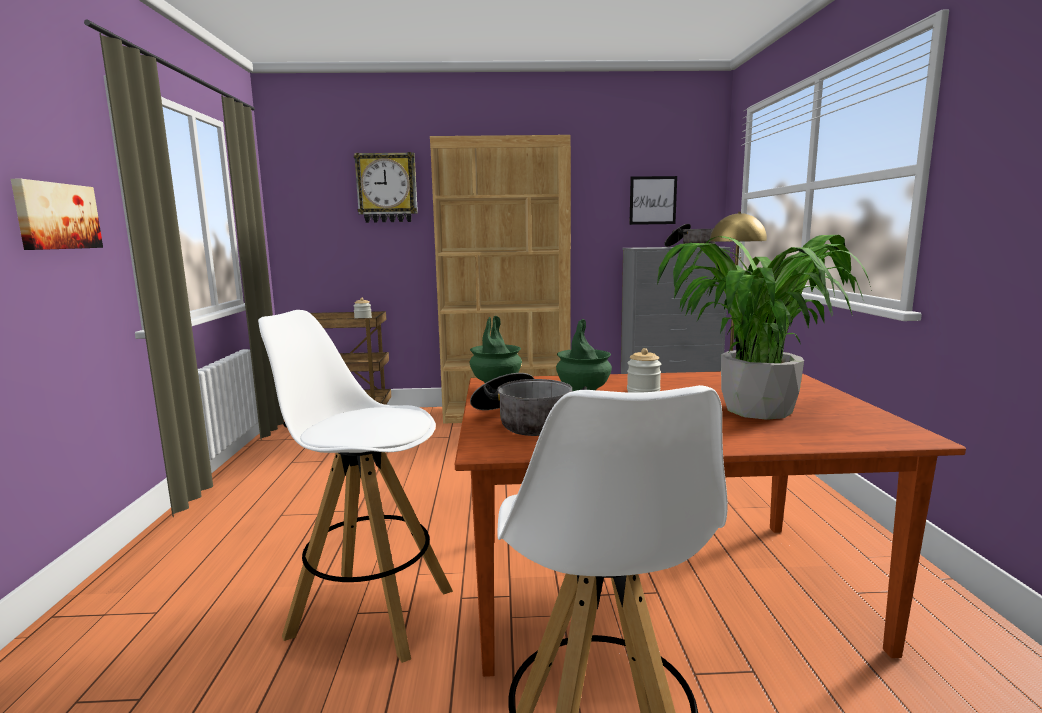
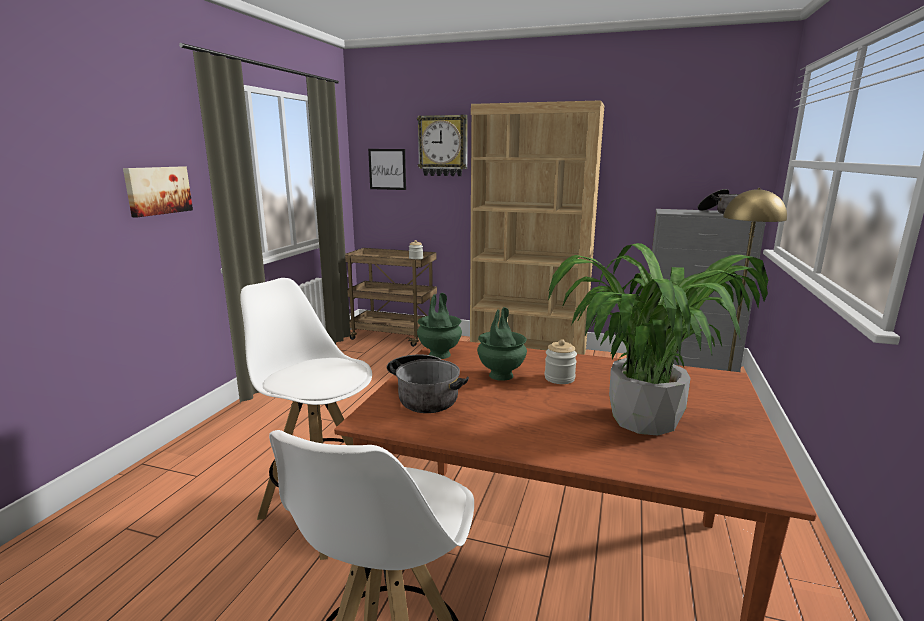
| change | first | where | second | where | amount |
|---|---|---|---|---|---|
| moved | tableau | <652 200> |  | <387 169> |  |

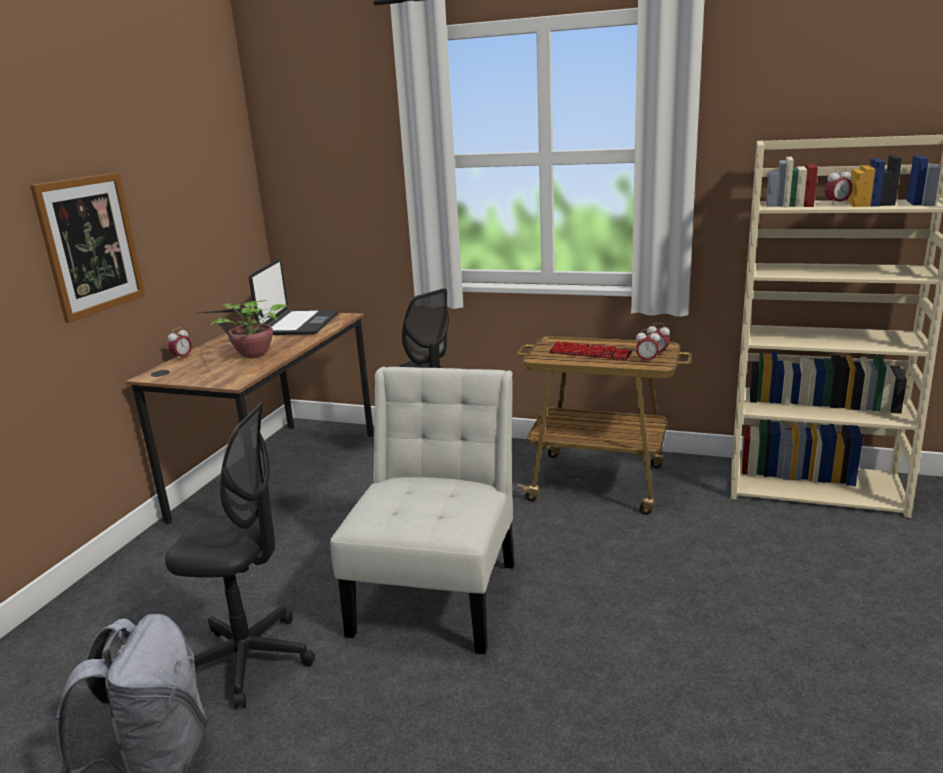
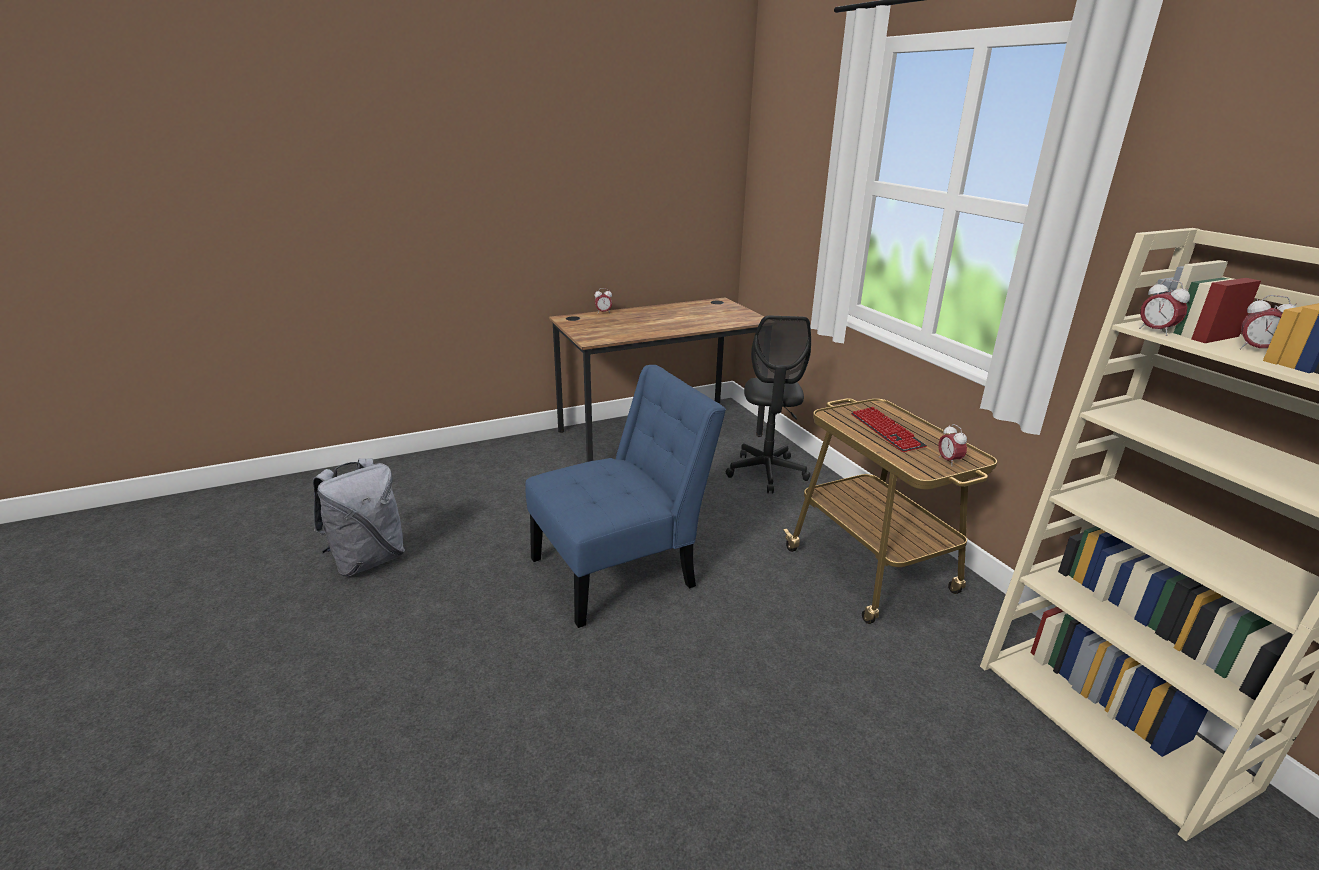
| change | first | where | second | where | amount |
|---|---|---|---|---|---|
| removed | tableau | <91 245> |  |  |  |
| removed | ordinateur portable | <298 324> |  |  |  |
| removed | plante en pot | <254 355> |  |  |  |
| moved | réveil | <647 361> |  | <1155 331> |  |
| recoloured | chaise/blanc | <439 592> | chaise/bleu | <621 570> |  |
| removed | chaise de bureau/noir | <249 660> |  |  |  |

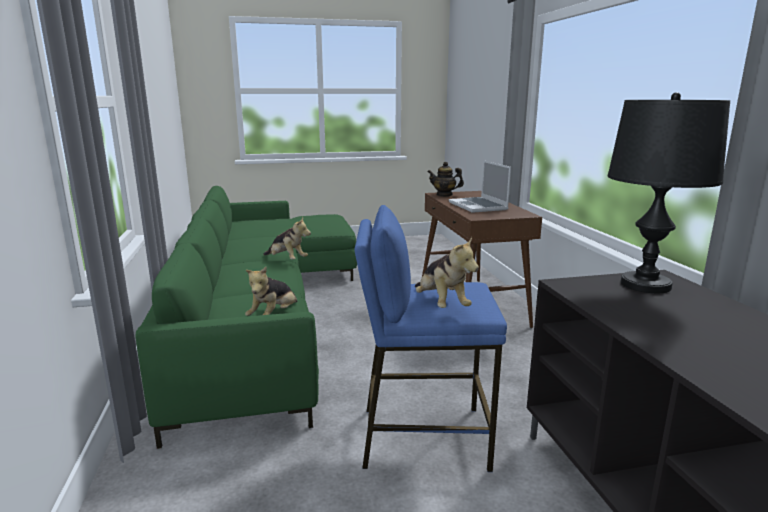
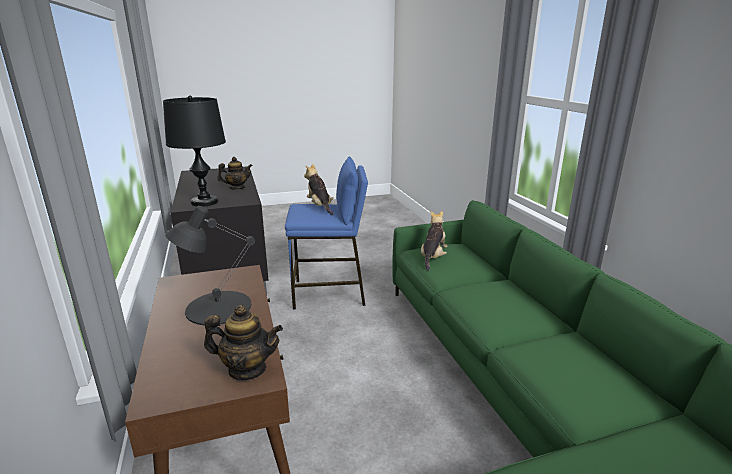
| change | first | where | second | where | amount |
|---|---|---|---|---|---|
| replaced | ordinateur portable | <479 206> | lampe de table/noir | <217 307> |  |
| removed | peluche | <287 260> |  |  |  |
| added |  |  | théière | <237 188> |  |

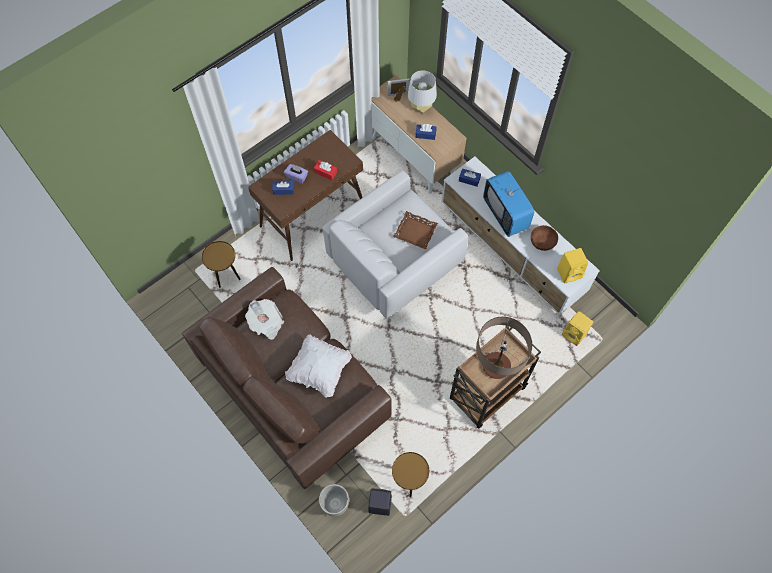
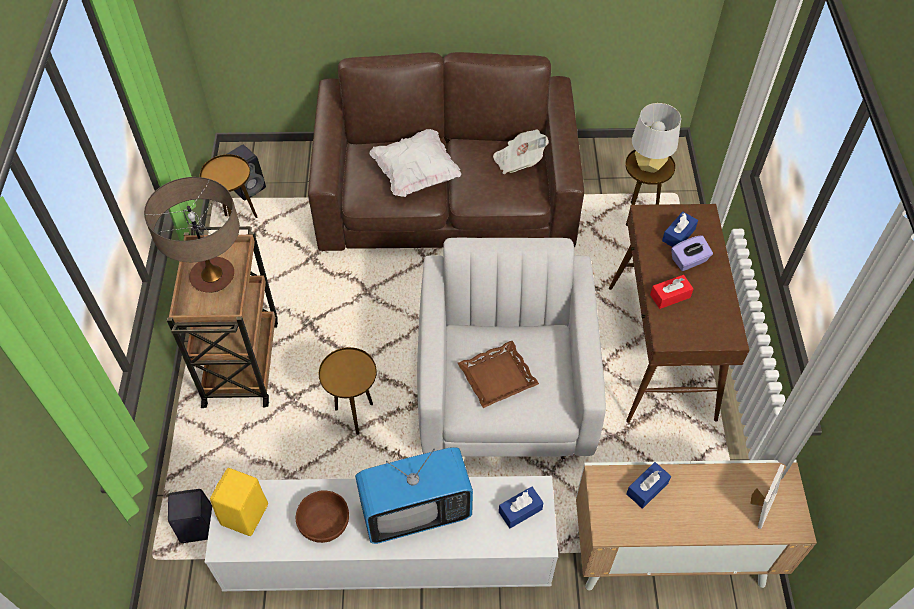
| change | first | where | second | where | amount |
|---|---|---|---|---|---|
| moved | lampe de table/gris | <421 107> |  | <649 165> |  |
| turned | téléviseur | <505 214> |  | <416 511> | 150 degrees clockwise |
| recoloured | enceinte/jaune | <574 334> | enceinte/noir | <196 527> |  |
| removed | cache-pot/gris | <335 504> |  |  |  |
| added |  |  | table d'appoint/marron | <355 416> |  |

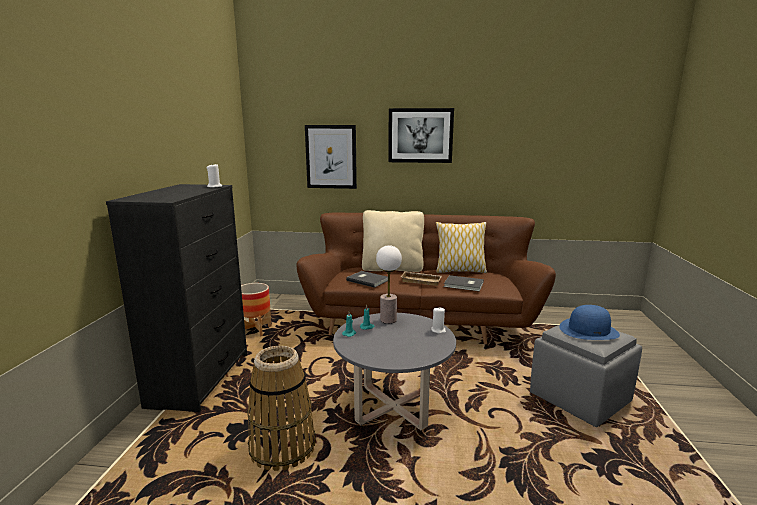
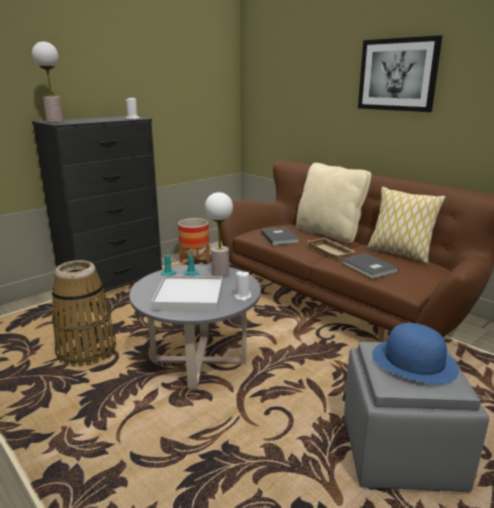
| change | first | where | second | where | amount |
|---|---|---|---|---|---|
| removed | tableau | <331 157> |  |  |  |
| added |  |  | lampe de table | <55 122> |  |
| added |  |  | plateau/blanc | <189 296> |  |

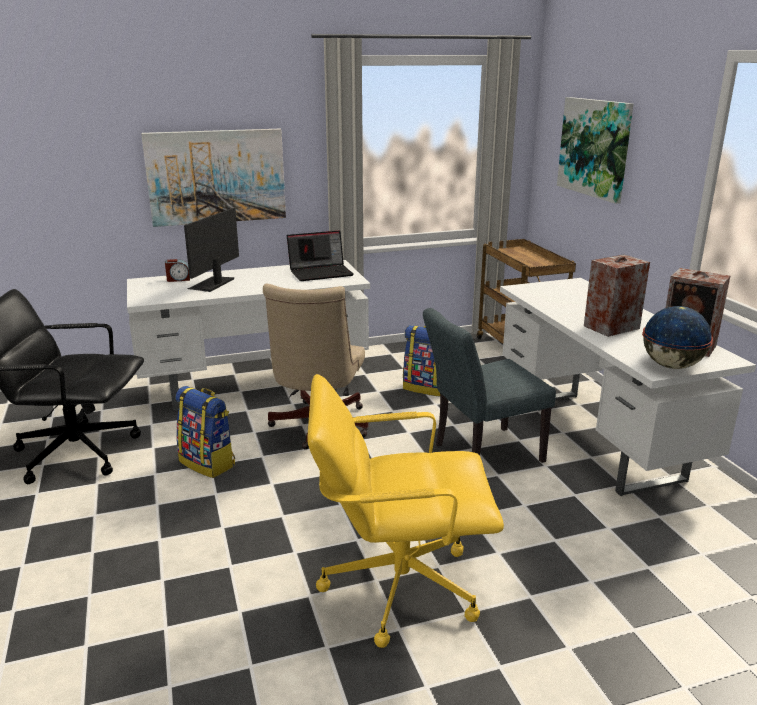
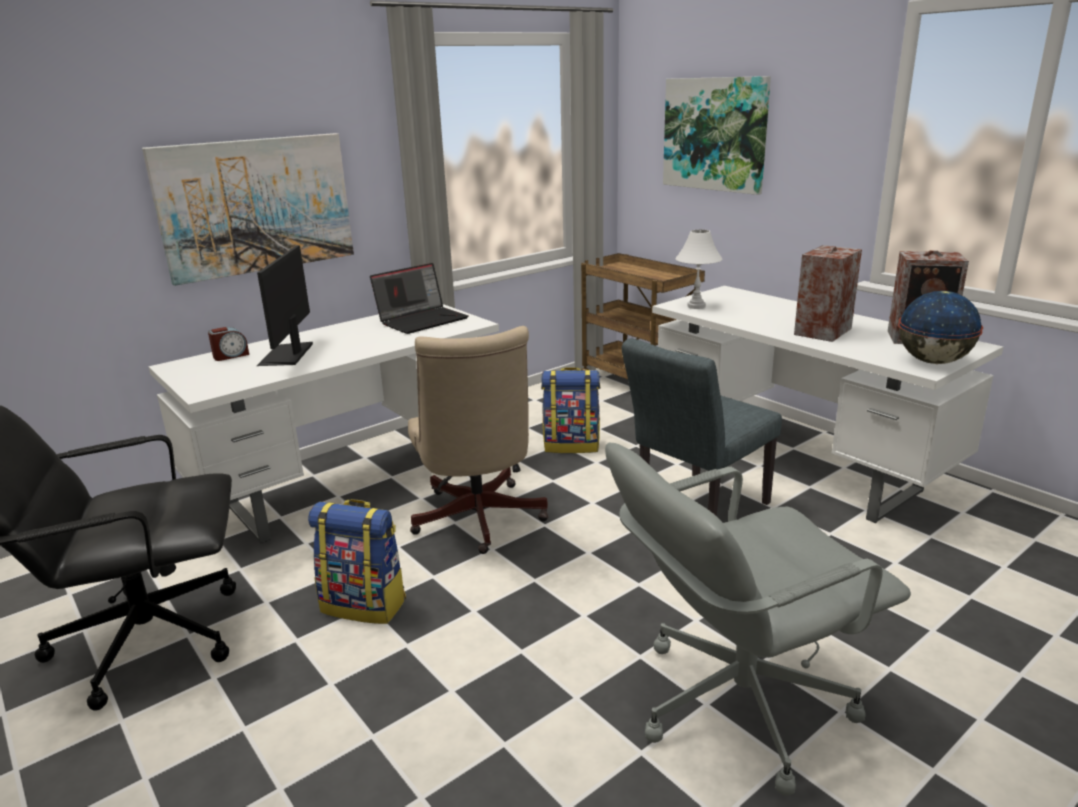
| change | first | where | second | where | amount |
|---|---|---|---|---|---|
| recoloured | chaise de bureau/jaune | <398 585> | chaise de bureau/gris | <738 702> |  |
| added |  |  | lampe de table/blanc | <696 306> |  |

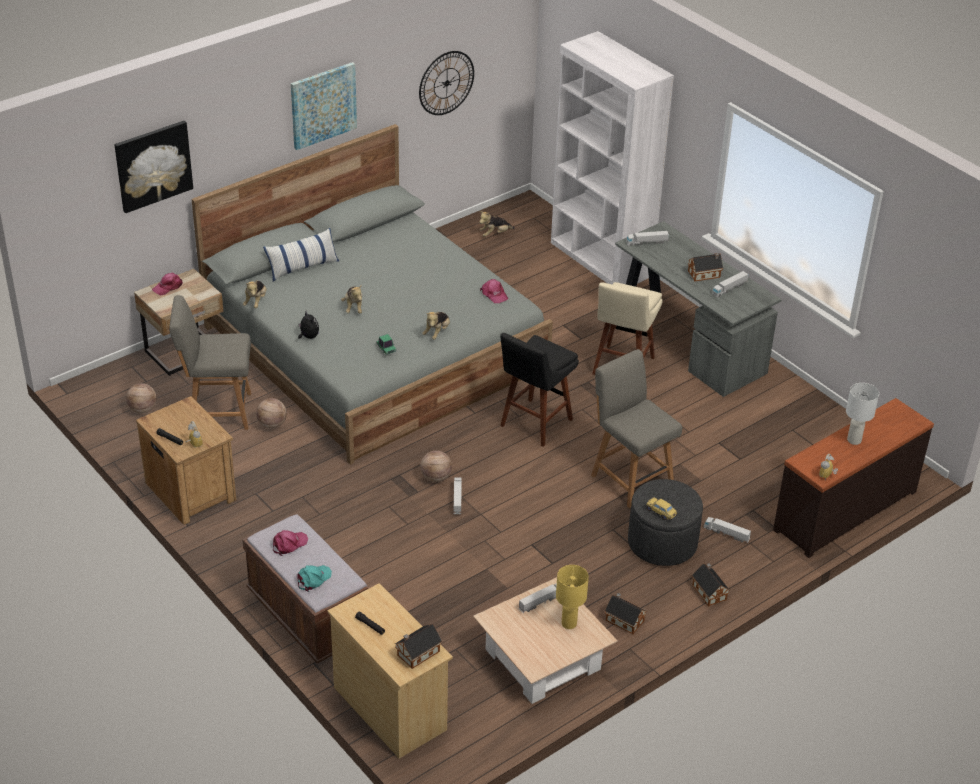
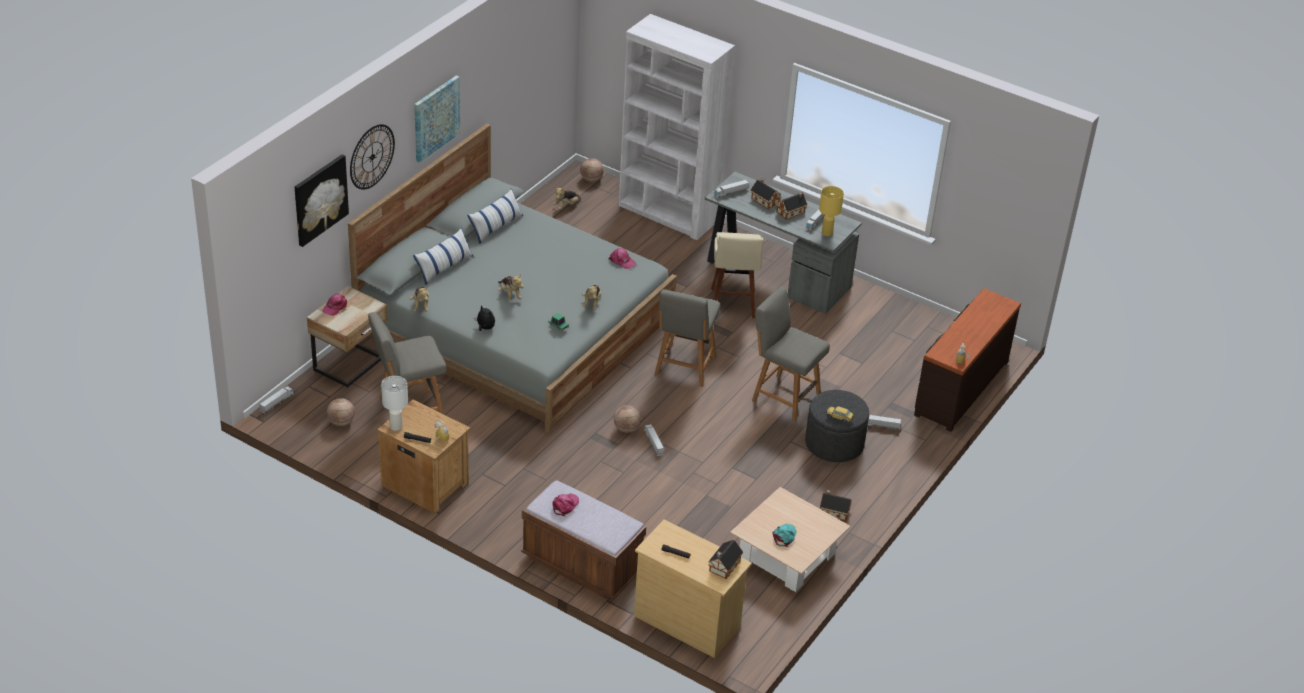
| change | first | where | second | where | amount |
|---|---|---|---|---|---|
| moved | horloge murale | <446 83> |  | <372 156> |  |
| replaced | tabouret/noir | <534 424> | chaise/gris | <684 368> |  |
| moved | lampe de table/blanc | <853 440> |  | <395 426> |  |
| moved | ballon de basket | <272 424> |  | <591 179> |  |
| moved | maison miniature | <709 591> |  | <764 200> |  |
| moved | casquette/turquoise | <313 579> |  | <784 536> |  |
| moved | lampe de table/jaune | <569 623> |  | <827 232> |  |
| moved | camion jouet | <541 601> |  | <276 403> |  |
| added |  |  | coussin | <496 227> |  |

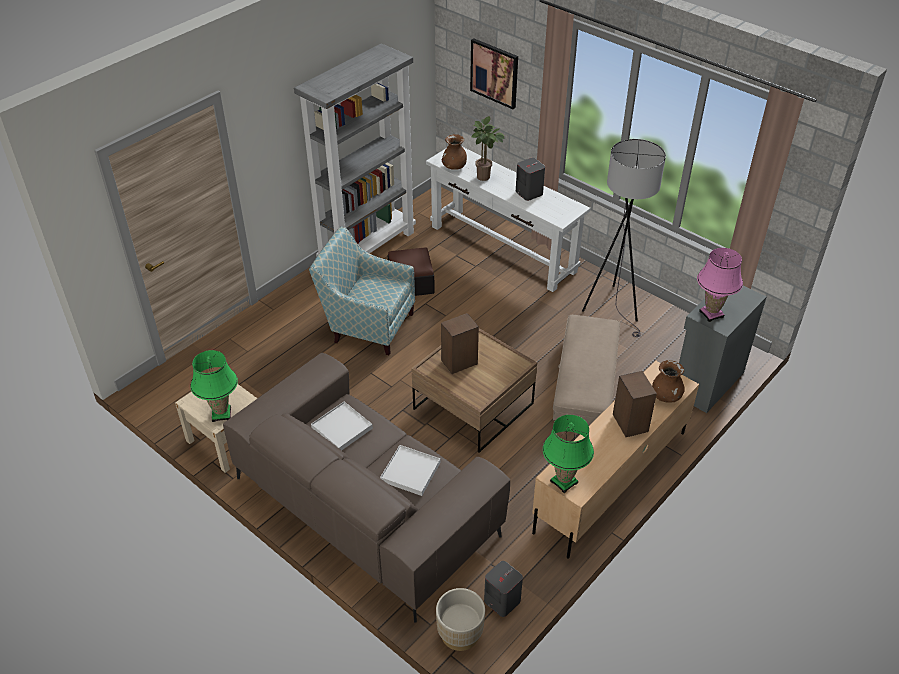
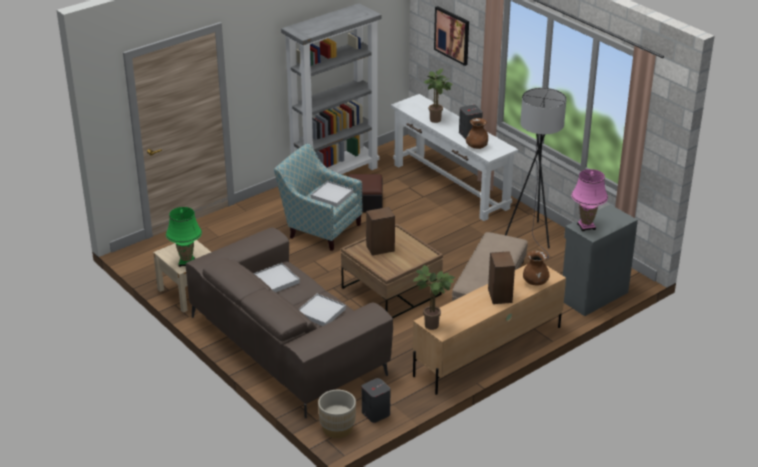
| change | first | where | second | where | amount |
|---|---|---|---|---|---|
| moved | vase/marron | <454 167> |  | <477 147> |  |
| replaced | lampe de table/vert | <564 482> | plante en pot | <434 325> |  |
| added |  |  | plateau/blanc | <332 195> |  |

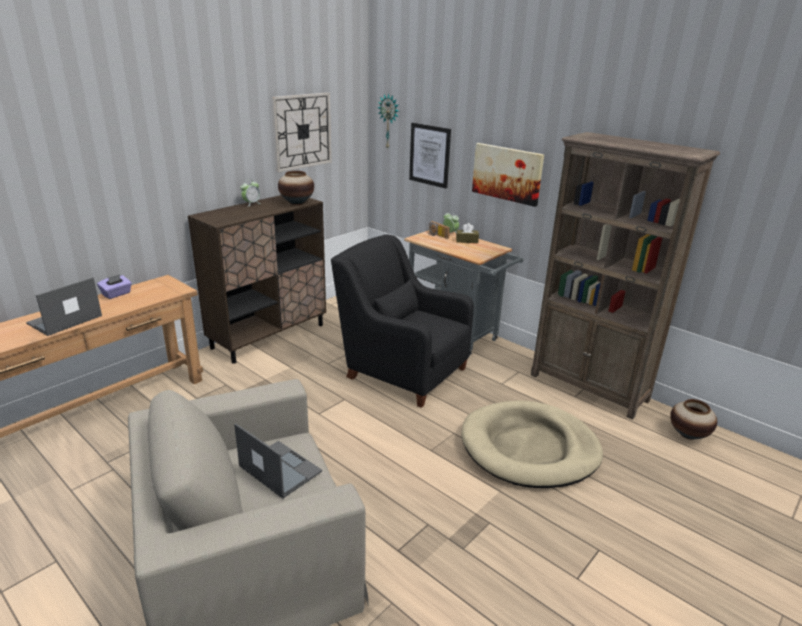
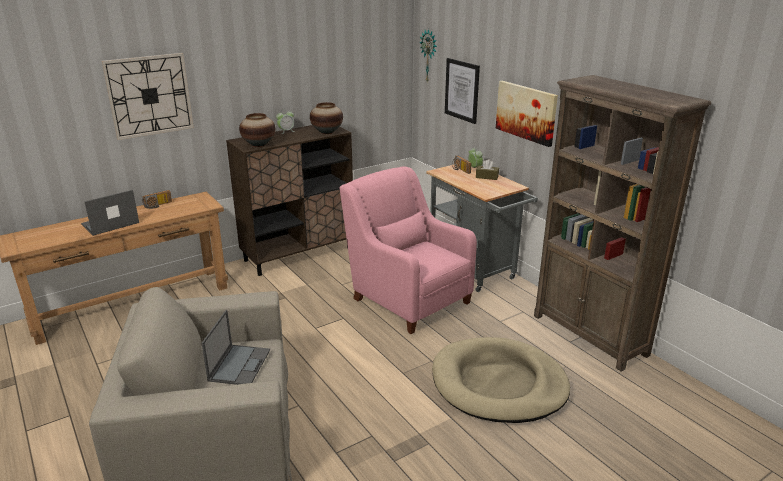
| change | first | where | second | where | amount |
|---|---|---|---|---|---|
| moved | horloge murale | <302 131> |  | <149 95> |  |
| recoloured | fauteuil/noir | <402 370> | fauteuil/rose | <407 298> |  |
| replaced | boîte à mouchoirs/violet | <117 294> | radio | <158 205> |  |
| moved | vase | <688 434> |  | <258 144> |  |
| turned | ordinateur portable | <279 468> |  | <240 364> | 45 degrees clockwise |

